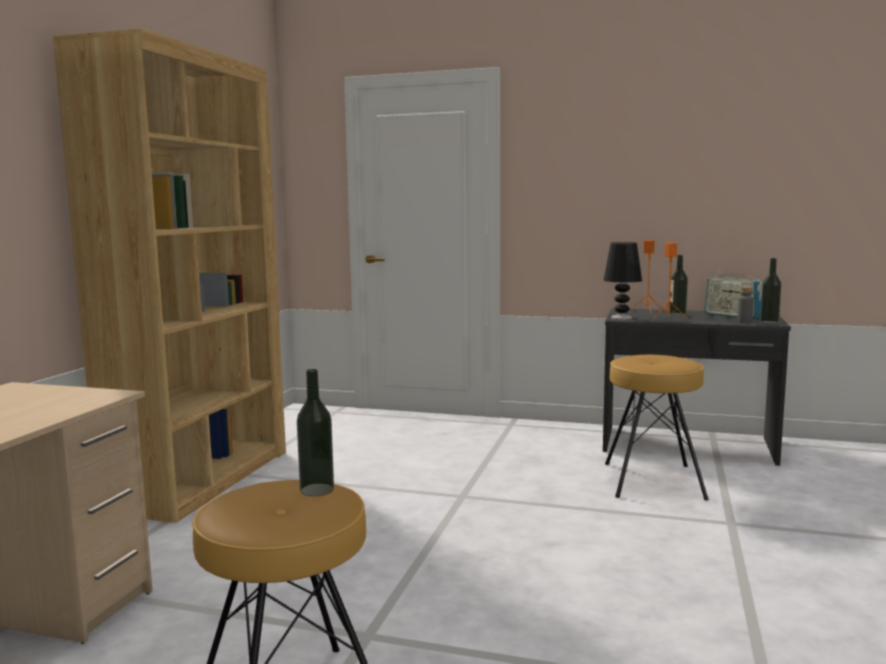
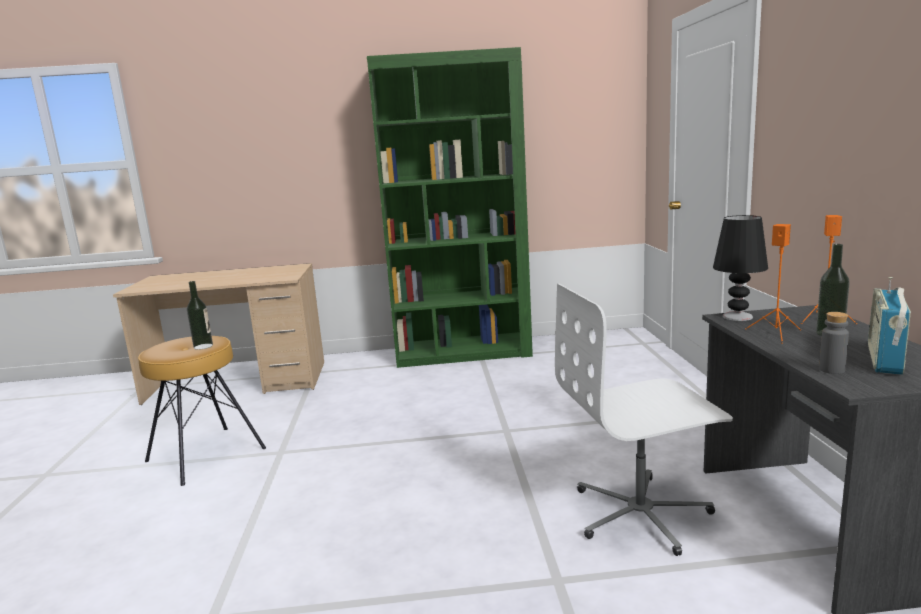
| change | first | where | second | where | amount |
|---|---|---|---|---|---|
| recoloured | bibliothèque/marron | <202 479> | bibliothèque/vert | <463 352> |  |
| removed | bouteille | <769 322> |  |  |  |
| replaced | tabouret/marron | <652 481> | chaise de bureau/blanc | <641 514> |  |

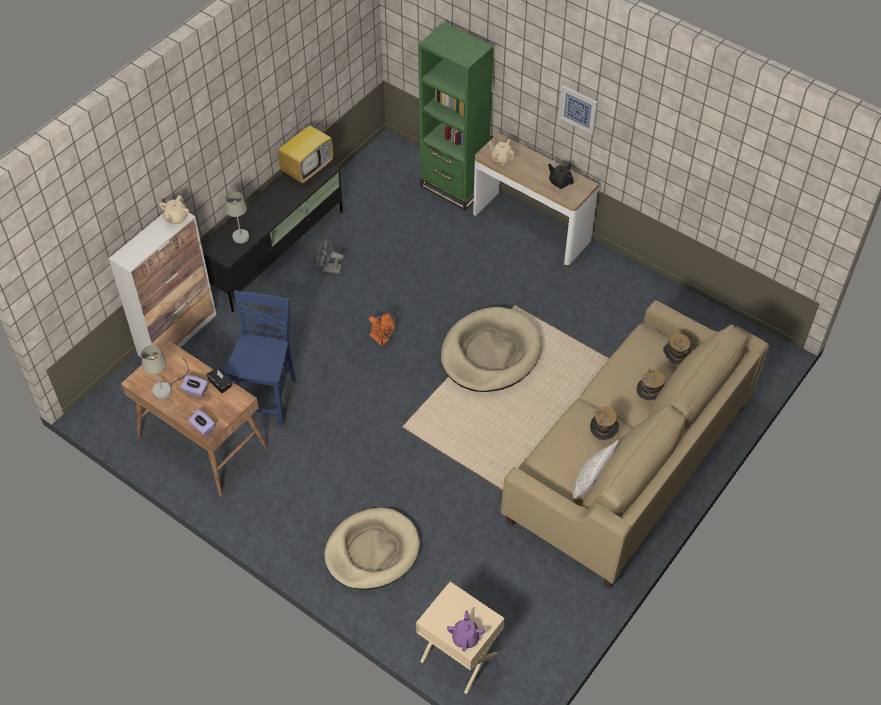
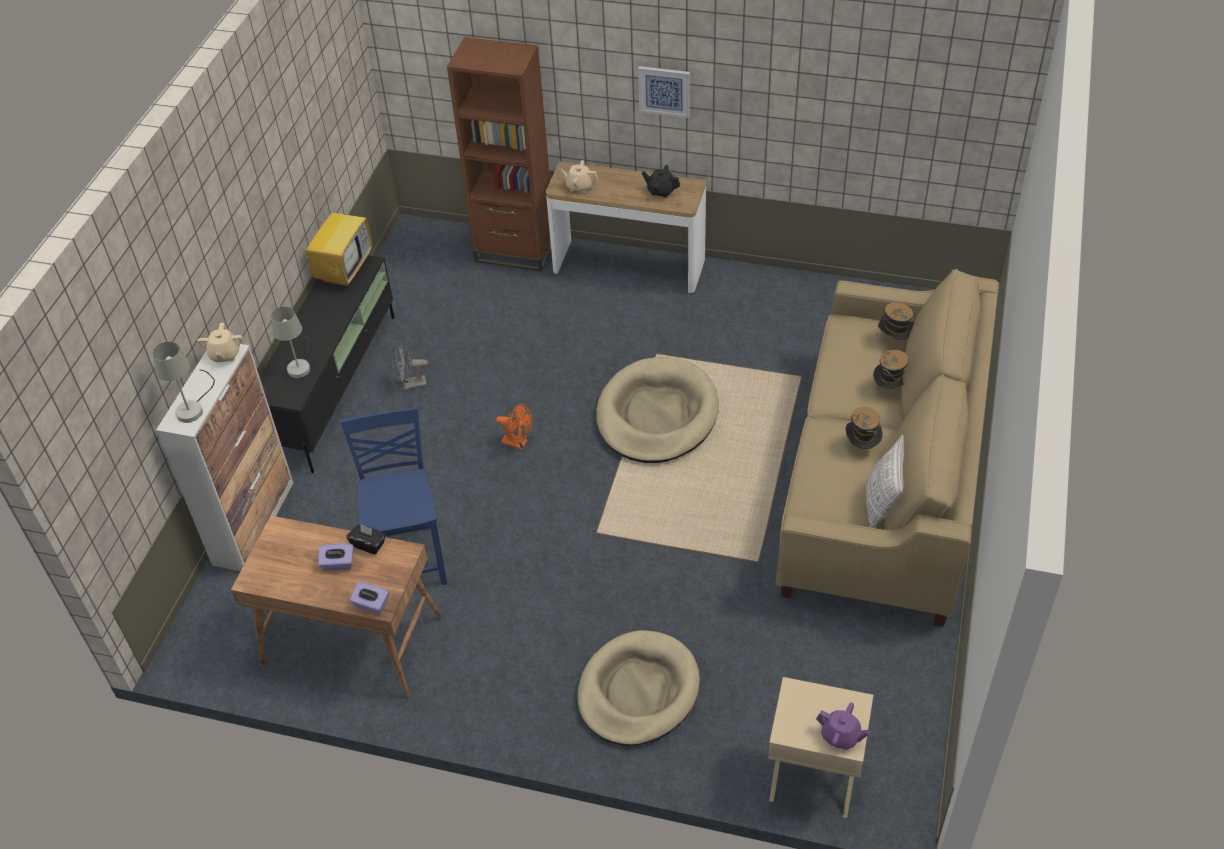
| change | first | where | second | where | amount |
|---|---|---|---|---|---|
| recoloured | bibliothèque/vert | <454 187> | bibliothèque/marron | <515 251> |  |
| moved | lampe de table/gris | <166 387> |  | <193 407> |  |
| turned | théière/violet | <465 637> |  | <840 736> | 135 degrees clockwise |

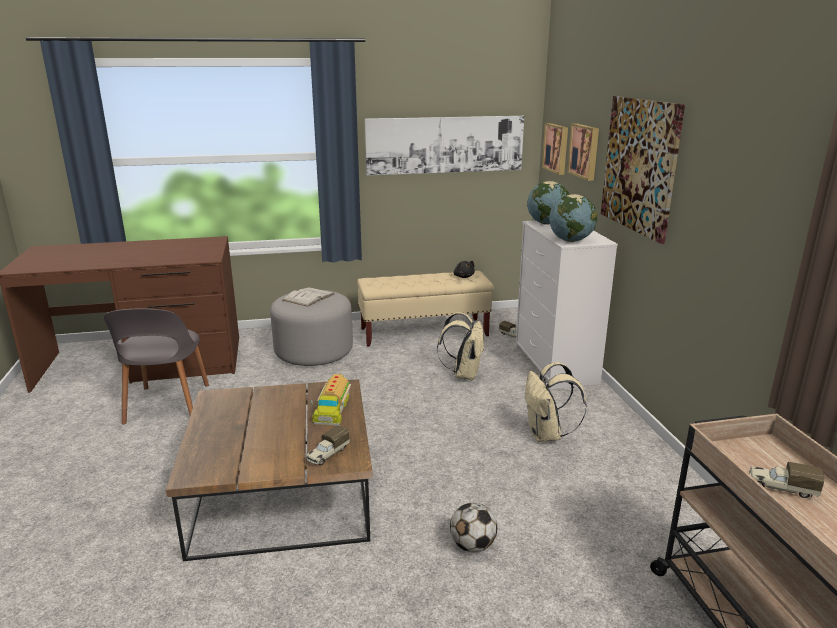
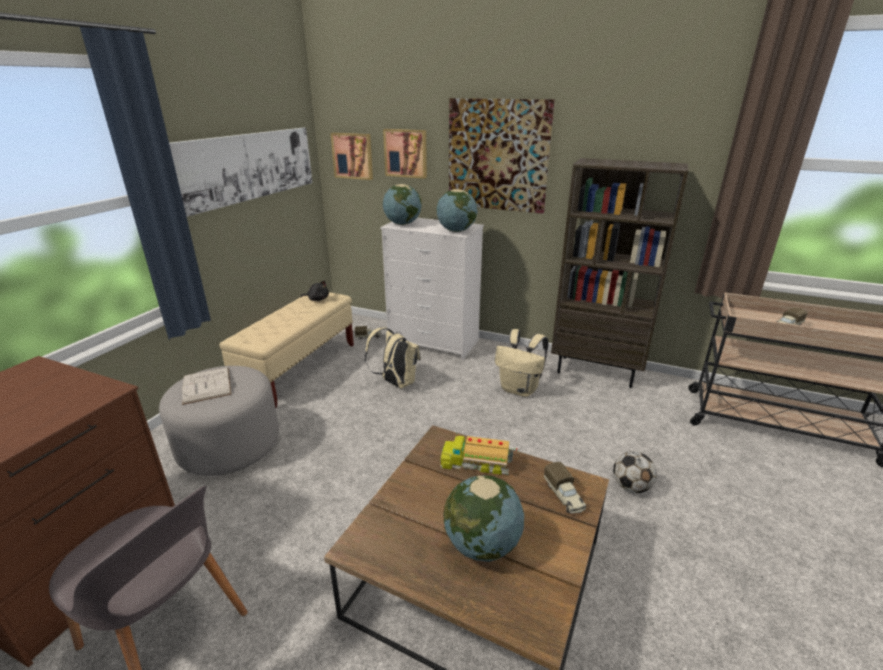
| change | first | where | second | where | amount |
|---|---|---|---|---|---|
| turned | camion jouet | <332 408> |  | <476 462> | 150 degrees clockwise |
| added |  |  | bibliothèque/marron | <596 371> |  |
| added |  |  | globe | <482 545> |  |

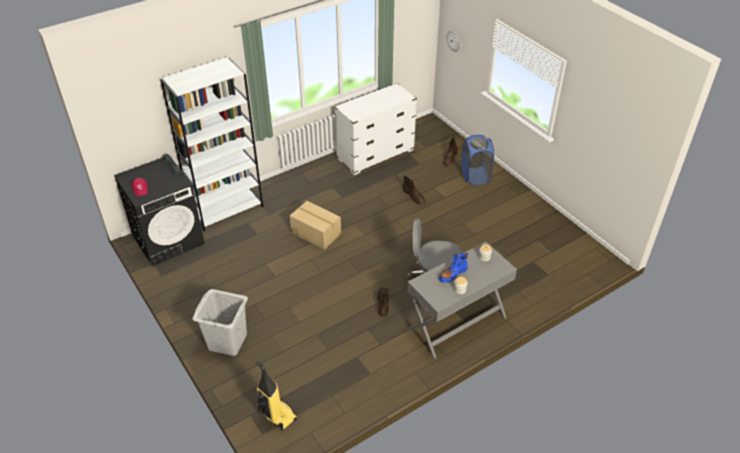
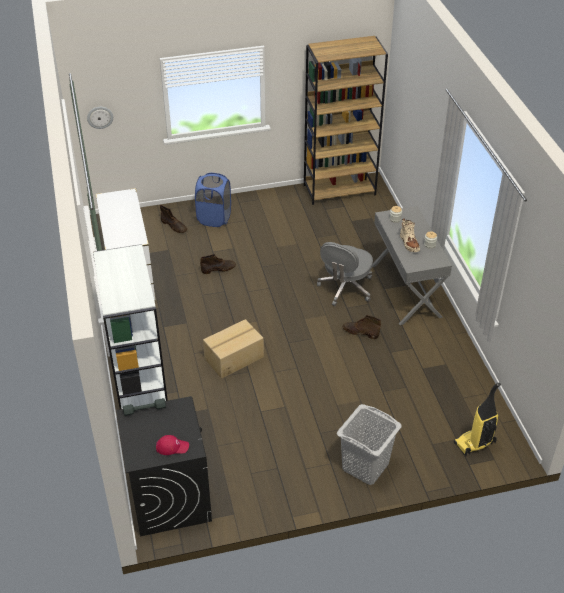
| change | first | where | second | where | amount |
|---|---|---|---|---|---|
| recoloured | botte/bleu | <453 274> | botte/beige | <409 243> |  |
| added |  |  | bibliothèque/marron | <340 190> |  |

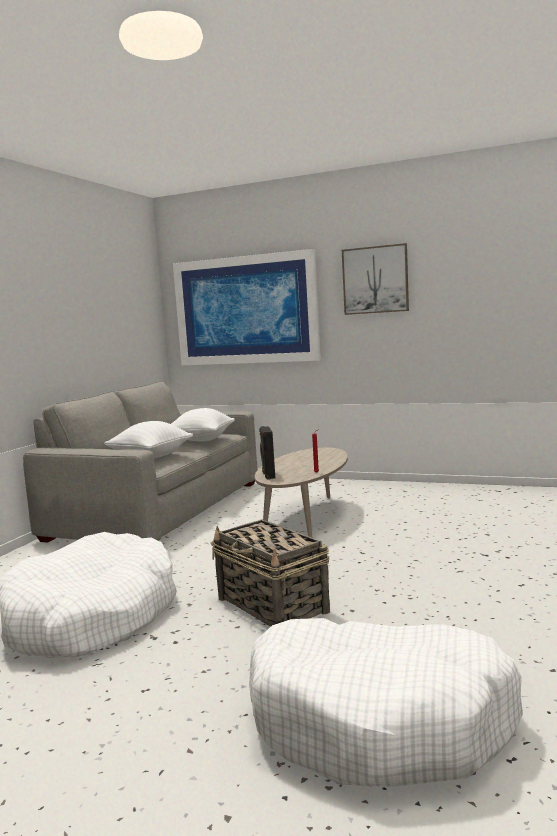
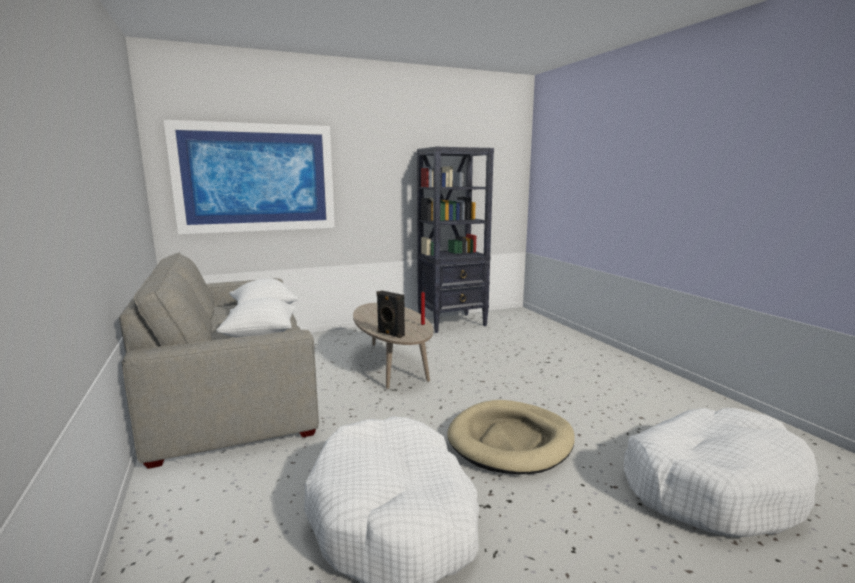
| change | first | where | second | where | amount |
|---|---|---|---|---|---|
| removed | tableau | <375 280> |  |  |  |
| replaced | panier | <273 606> | panier pour chien/beige | <511 441> |  |
| added |  |  | bibliothèque/noir | <453 323> |  |

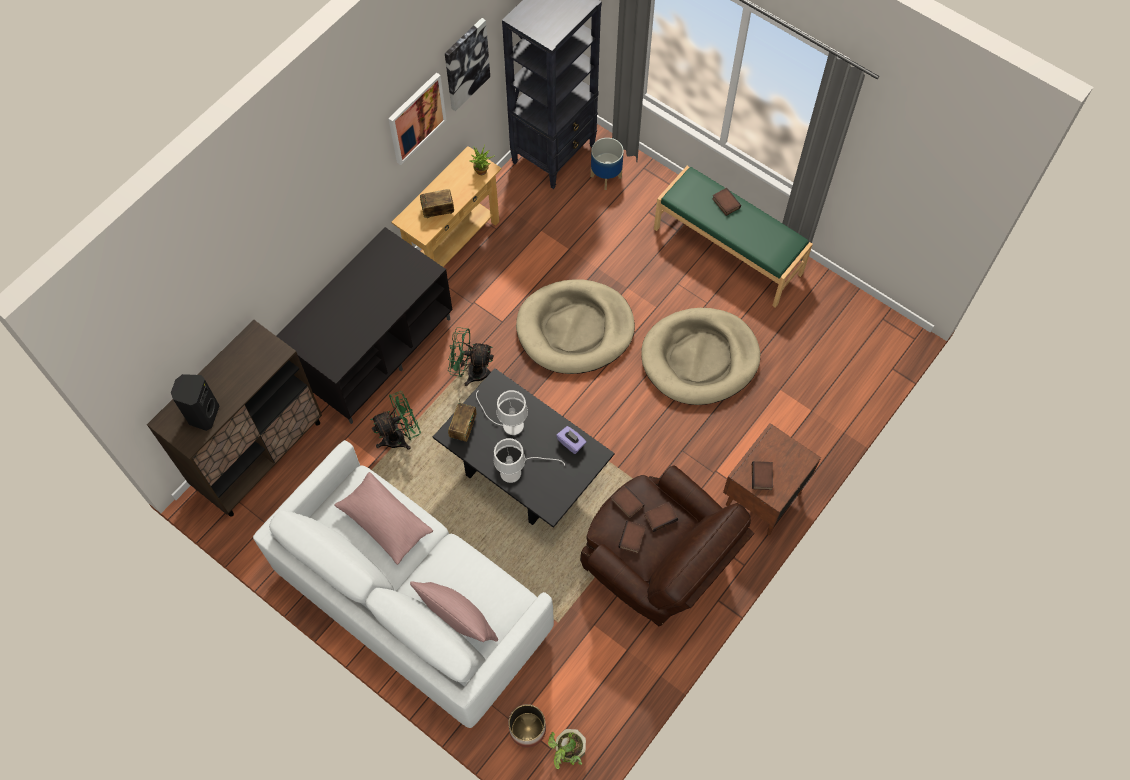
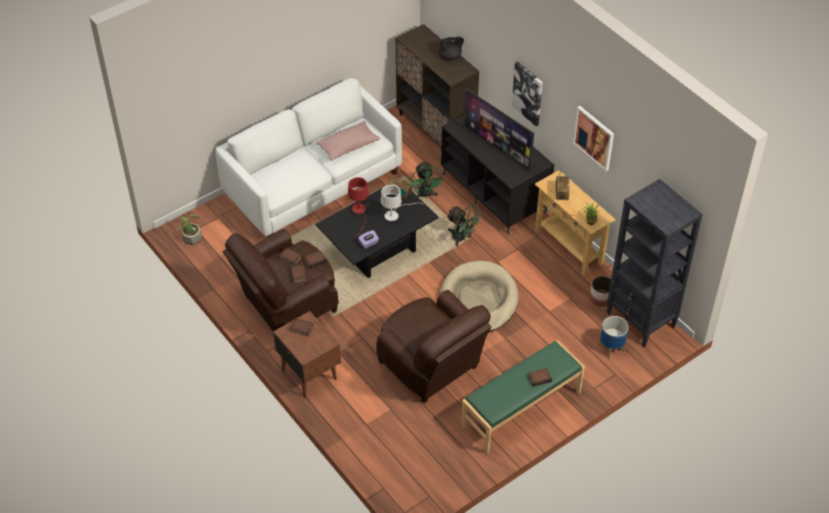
| change | first | where | second | where | amount |
|---|---|---|---|---|---|
| moved | tableau | <466 64> |  | <528 93> |  |
| replaced | panier pour chien/beige | <700 358> | fauteuil/marron | <431 367> |  |
| turned | ventilateur/vert | <471 372> |  | <462 238> | 105 degrees clockwise |
| removed | enceinte/noir | <202 414> |  |  |  |
| recoloured | lampe de table/blanc | <516 471> | lampe de table/rouge | <359 213> |  |
| removed | coussin/rose | <457 617> |  |  |  |
| moved | cache-pot | <527 729> |  | <600 298> |  |
| added |  |  | théière/noir | <450 56> |  |
| added |  |  | téléviseur | <497 149> |  |

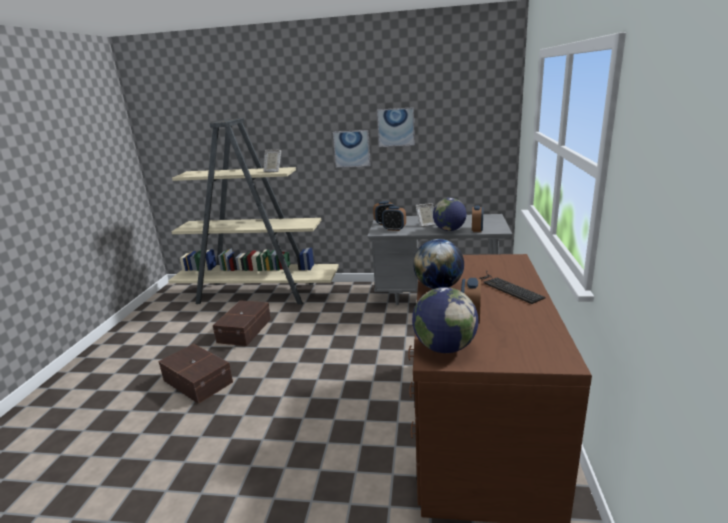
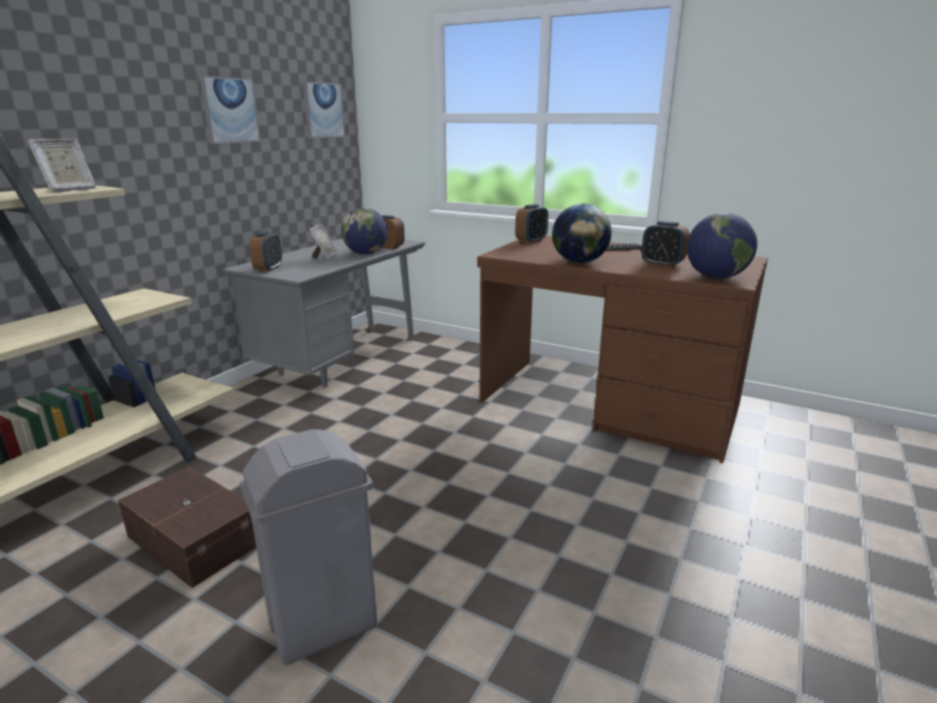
| change | first | where | second | where | amount |
|---|---|---|---|---|---|
| moved | tableau | <351 148> |  | <323 110> |  |
| moved | réveil | <394 229> |  | <531 241> |  |
| replaced | boîte de rangement/marron | <198 380> | poubelle/gris | <322 626> |  |

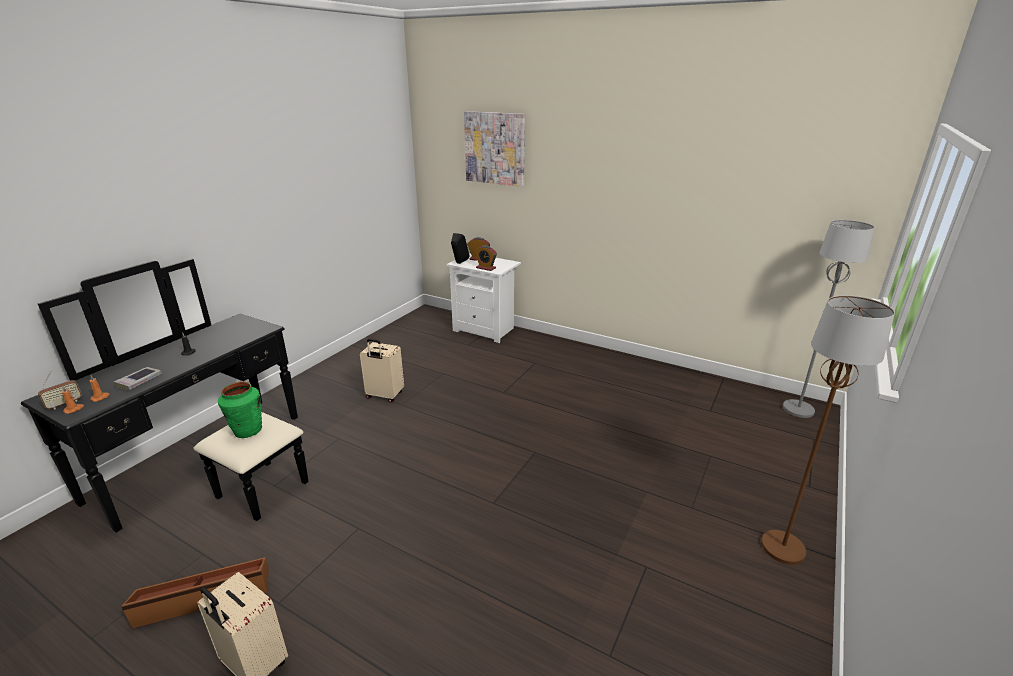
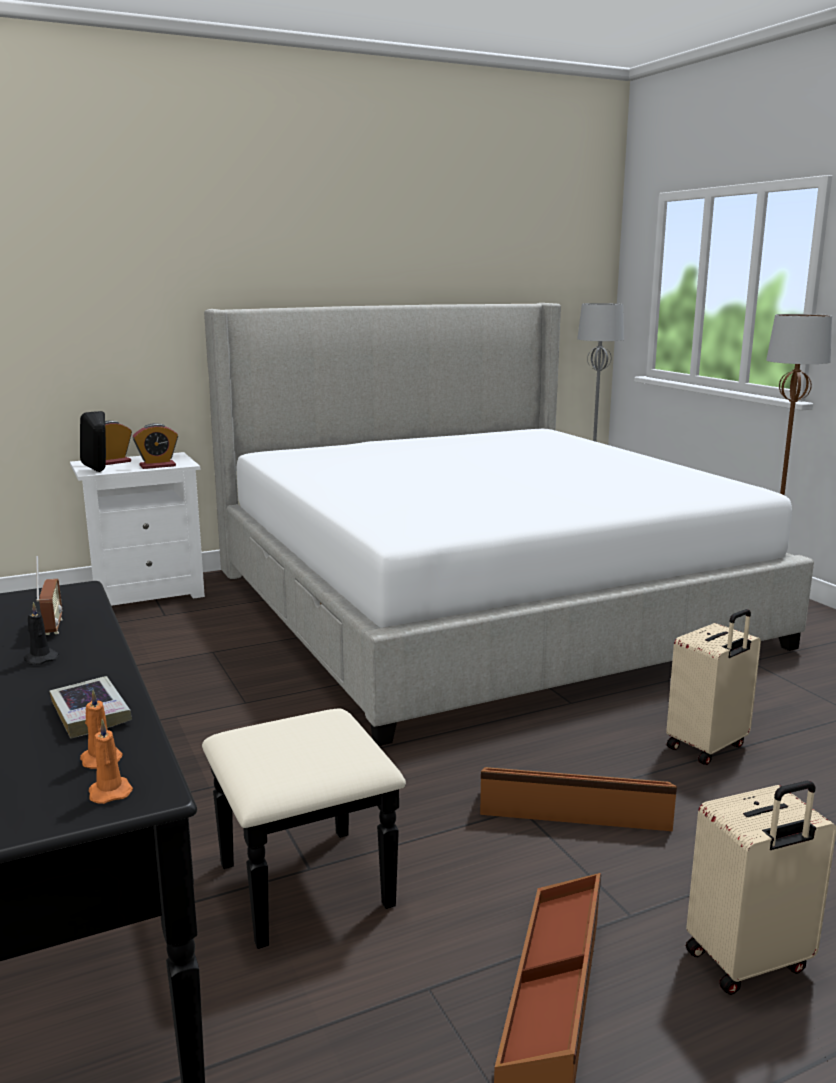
| change | first | where | second | where | amount |
|---|---|---|---|---|---|
| removed | tableau | <495 148> |  |  |  |
| moved | valise/beige | <384 396> |  | <708 747> |  |
| moved | radio | <64 404> |  | <53 627> |  |
| removed | vase/vert | <247 431> |  |  |  |
| added |  |  | lit | <478 606> |  |
| added |  |  | boîte de rangement/marron | <574 810> |  |

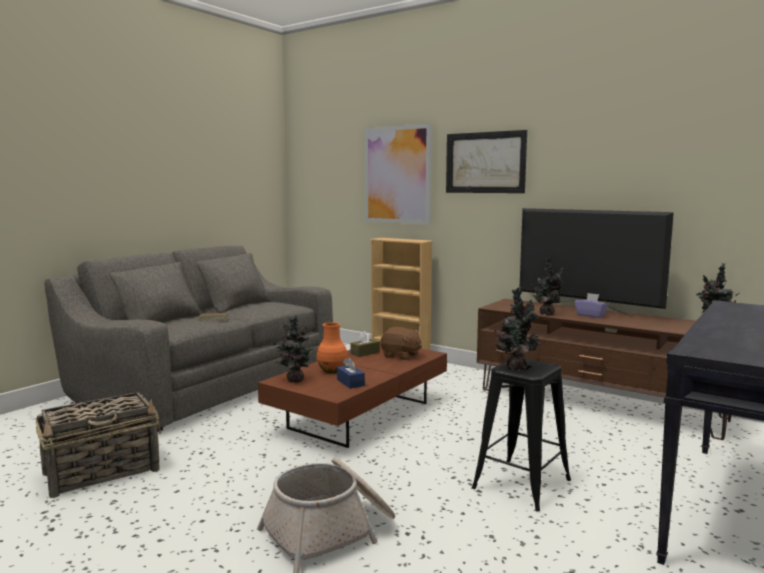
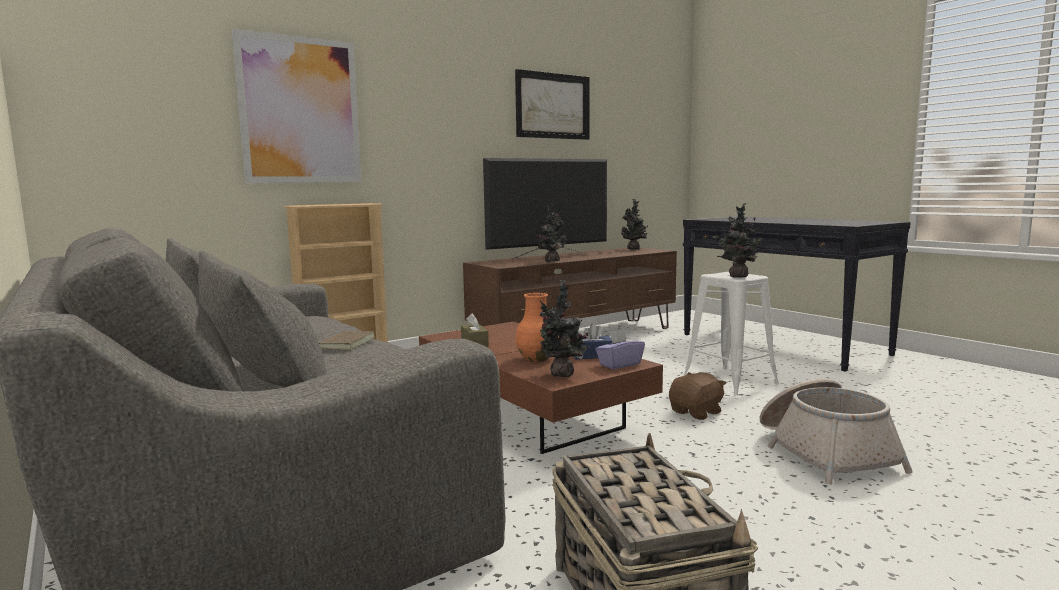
| change | first | where | second | where | amount |
|---|---|---|---|---|---|
| moved | tableau | <485 162> |  | <552 106> |  |
| moved | boîte à mouchoirs/violet | <590 315> |  | <619 364> |  |
| moved | peluche/marron | <401 356> |  | <696 412> |  |
| recoloured | tabouret/noir | <522 483> | tabouret/blanc | <729 381> |  |

